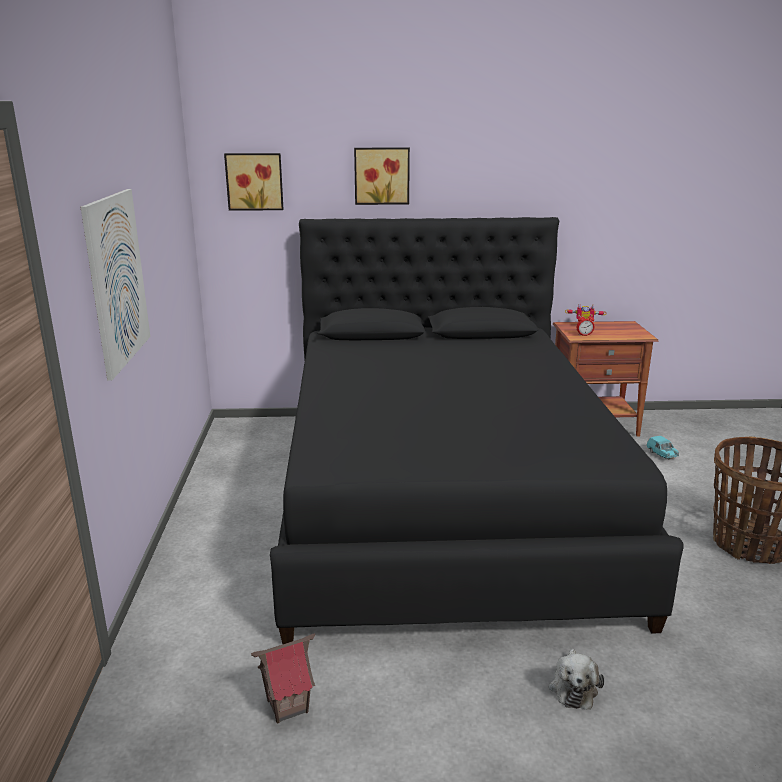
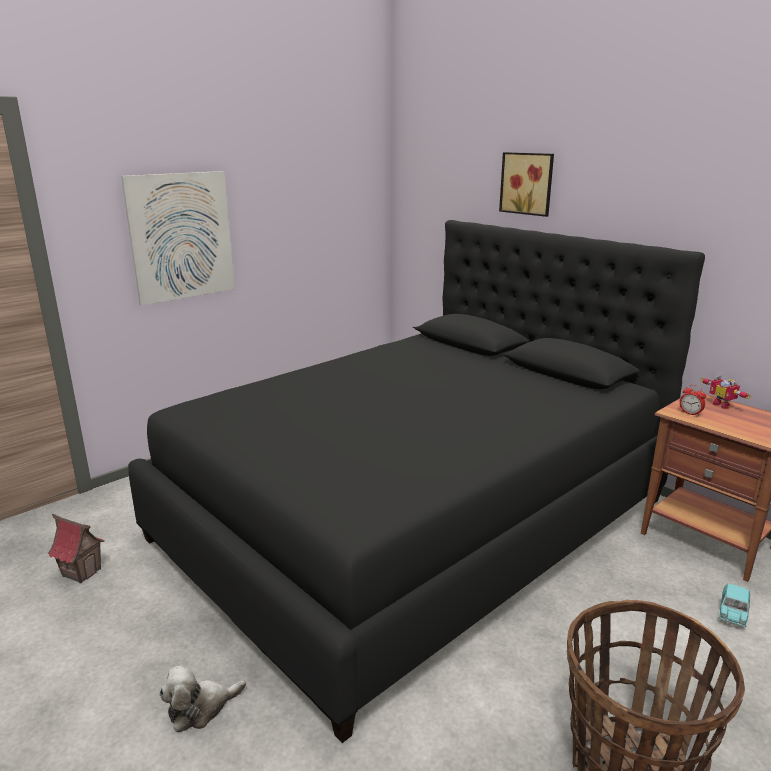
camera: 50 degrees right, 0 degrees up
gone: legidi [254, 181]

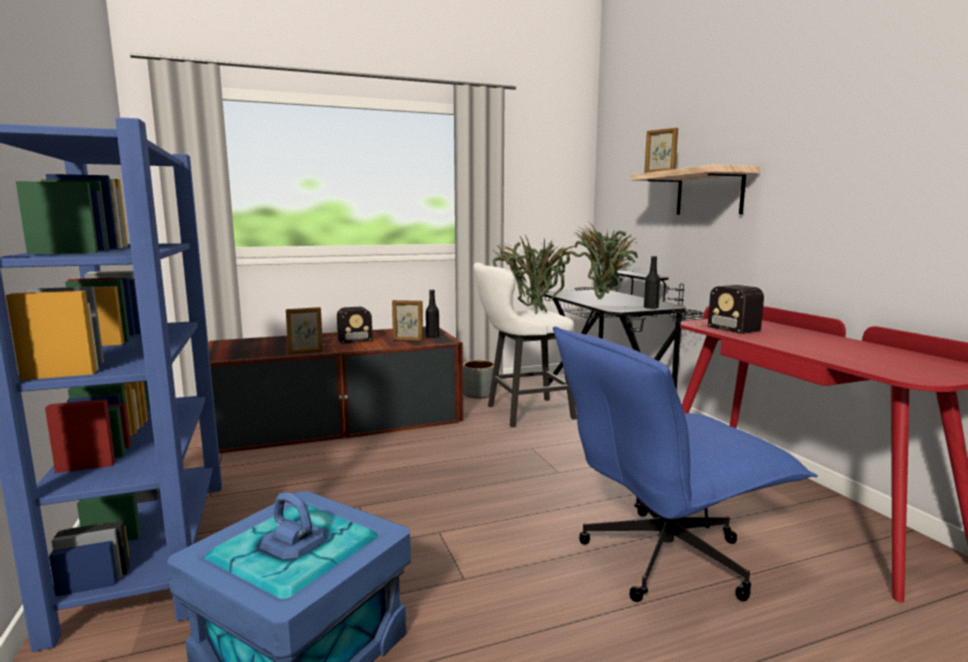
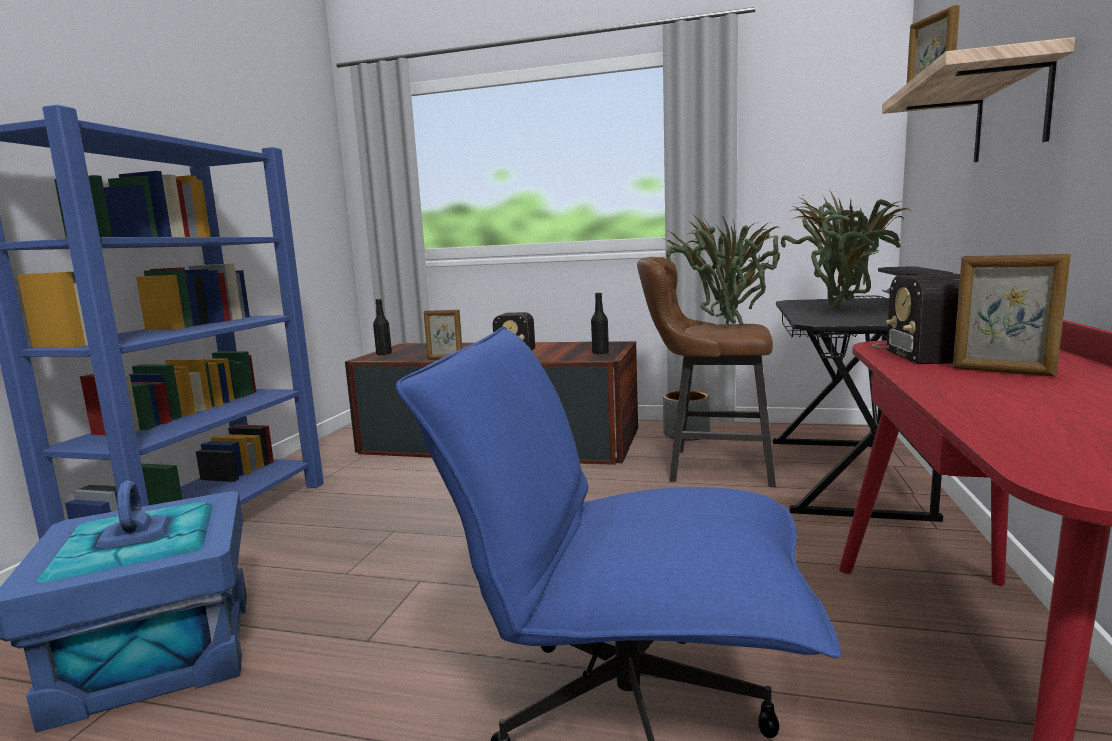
camera: 35 degrees right, 0 degrees up
shifted: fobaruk [407, 341] to [1002, 371]; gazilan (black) [651, 308] to [384, 354]
repainted: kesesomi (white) [520, 413] to kesesomi (brown) [705, 466]

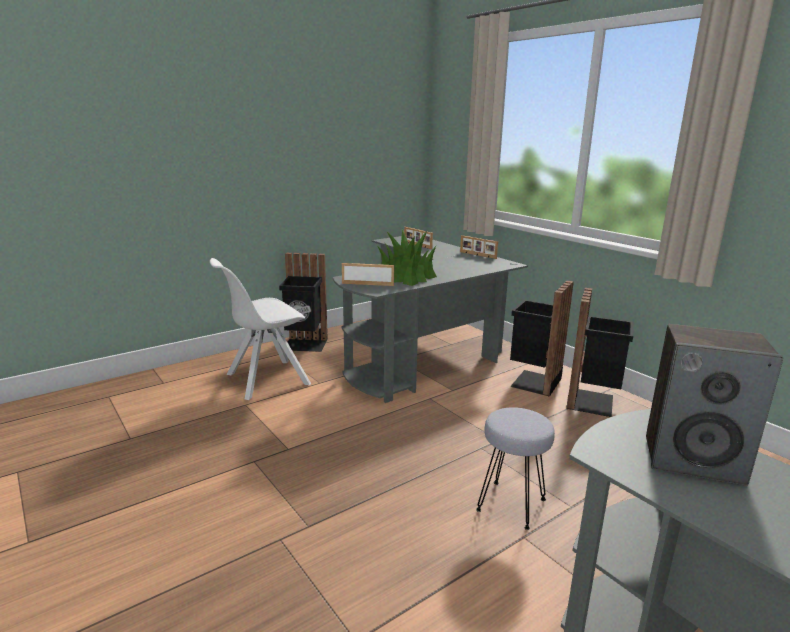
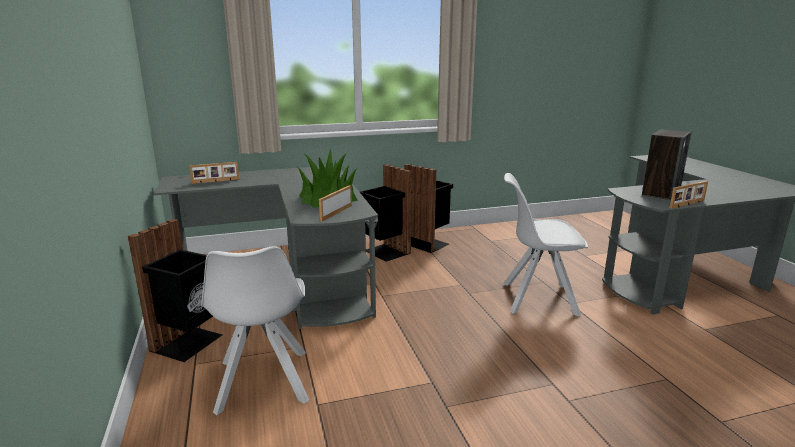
camera: 70 degrees left, 0 degrees up
shifted: fobaruk [477, 255] to [687, 204]
swapped: kesesomi (grey) [511, 504] to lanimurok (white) [537, 298]

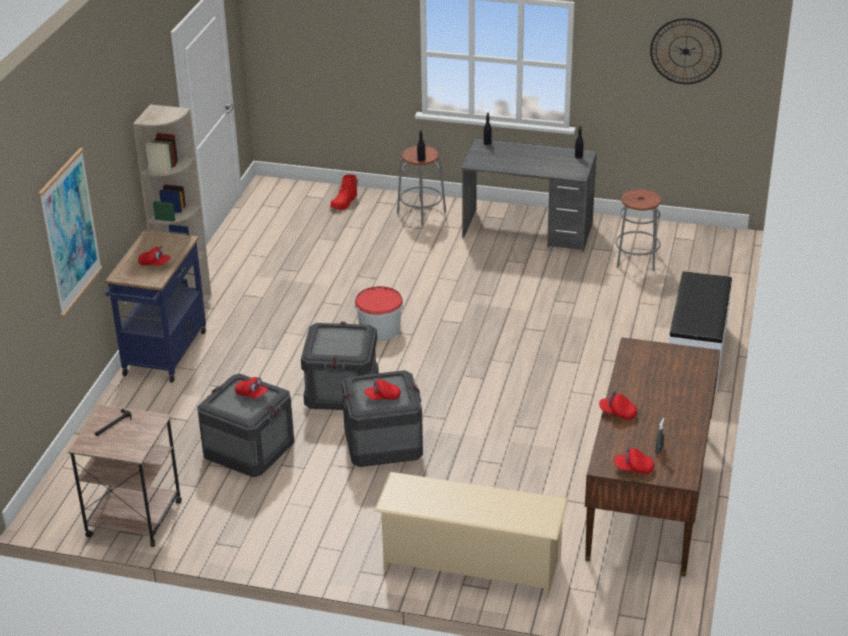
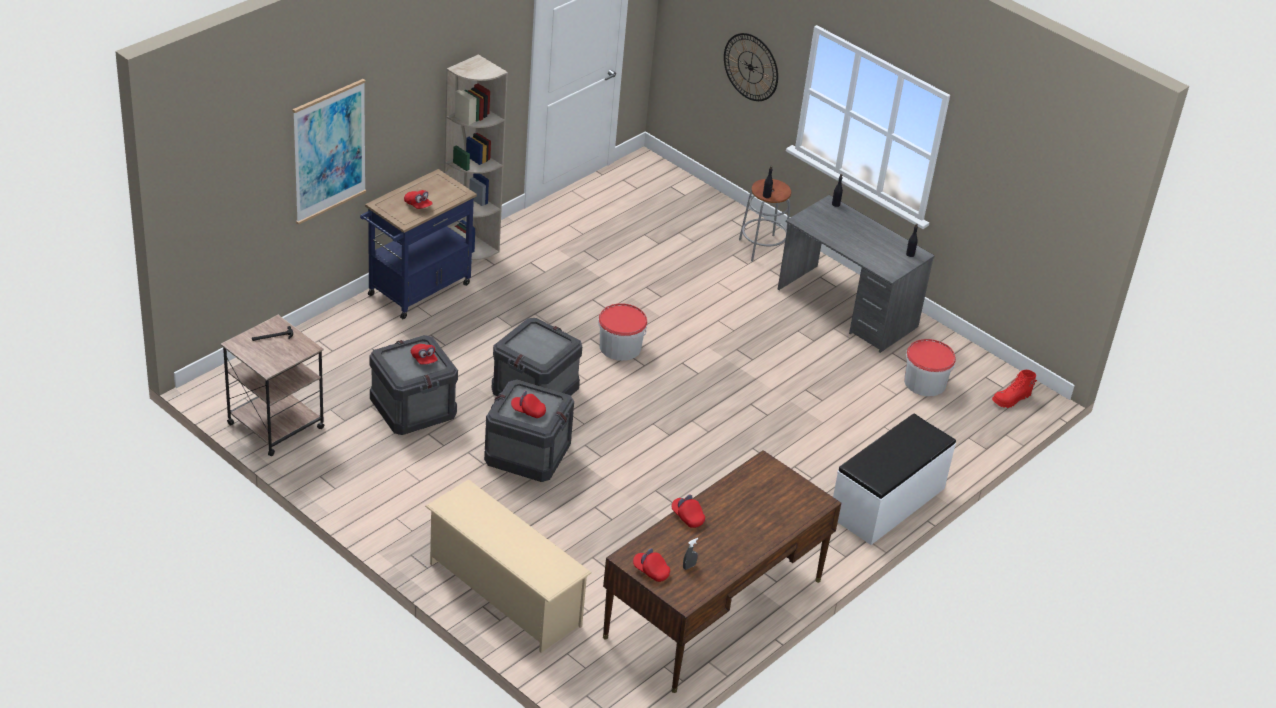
camera: 25 degrees right, 5 degrees up
shifted: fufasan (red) [344, 203] to [1011, 400]; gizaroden [685, 51] to [750, 67]
swapped: kesesomi (grey) [636, 259] to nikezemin [925, 382]

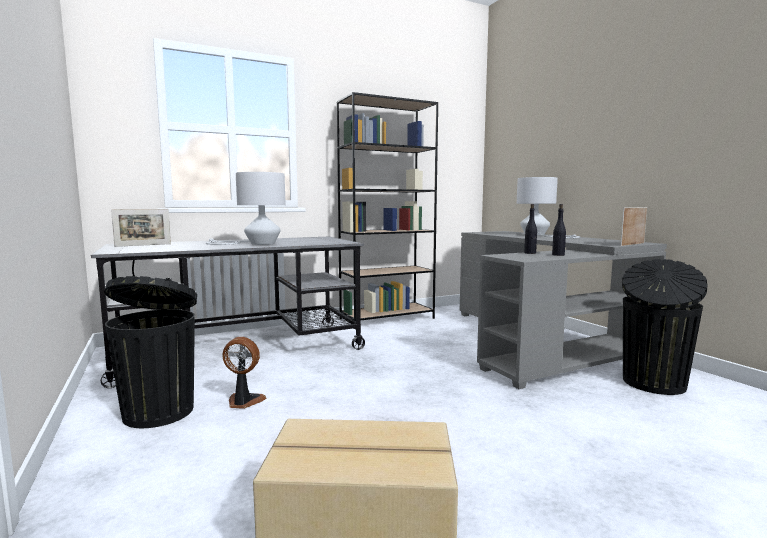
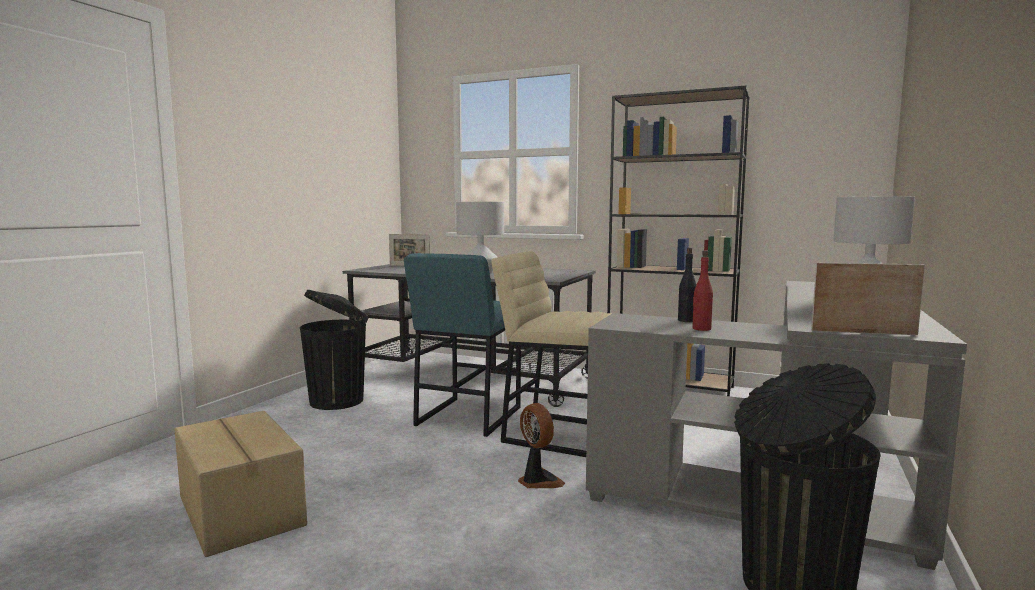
camera: 50 degrees right, 0 degrees up
new: kesesomi (blue) [467, 417]; kesesomi (beige) [557, 434]
shifted: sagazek [244, 402] to [538, 481]
repainted: gazilan (black) [558, 255] to gazilan (red) [701, 329]

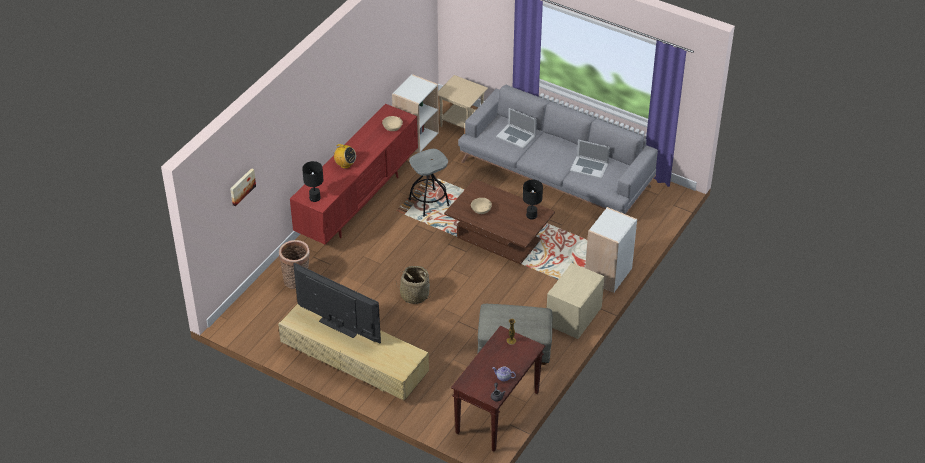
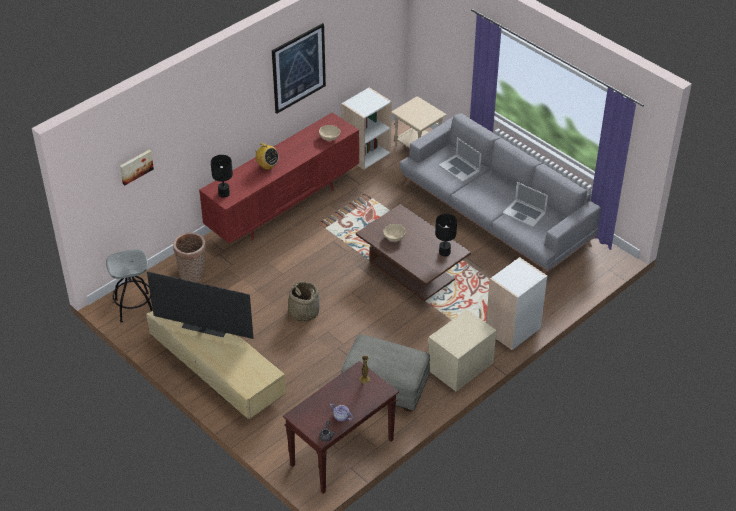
camera: 15 degrees right, 0 degrees up
new: legidi [298, 68]
shifted: kesesomi (grey) [429, 202] to [134, 307]
rotated: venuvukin [338, 327] = [204, 329] 150 degrees clockwise

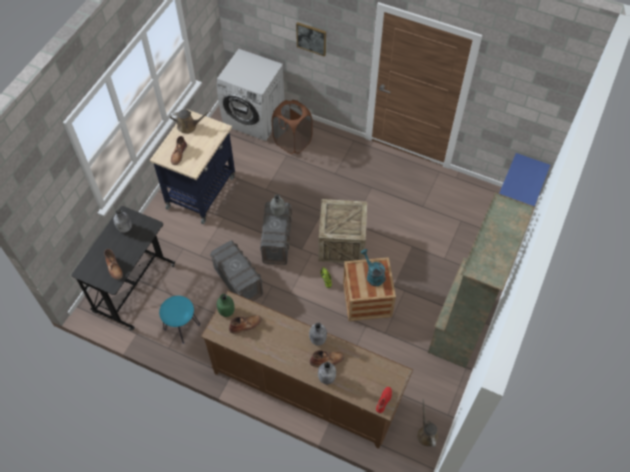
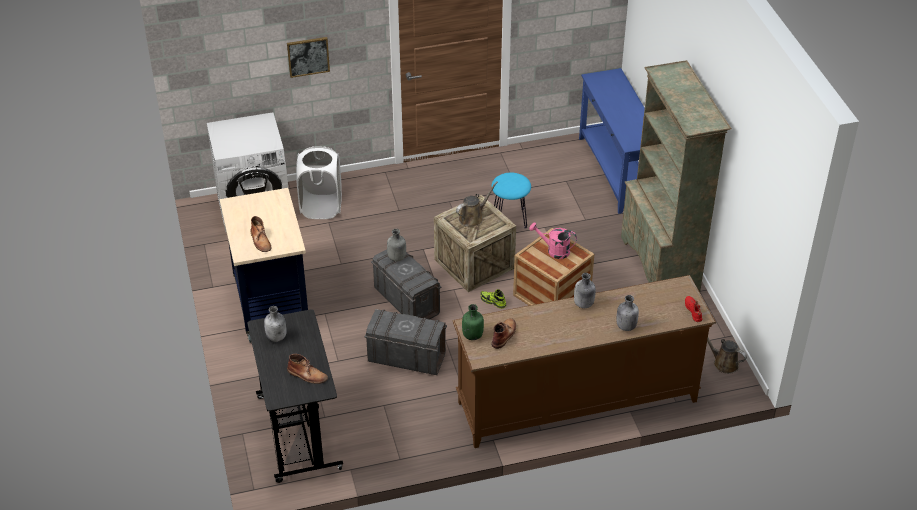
camera: 40 degrees left, 15 degrees down
gone: fufasan (brown) [327, 360]
shifted: kesesomi (turquoise) [182, 327] to [510, 219]; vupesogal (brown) [189, 126] to [473, 218]
repainted: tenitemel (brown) [292, 142] to tenitemel (white) [321, 207]; vupesogal (turquoise) [373, 275] to vupesogal (pink) [554, 250]

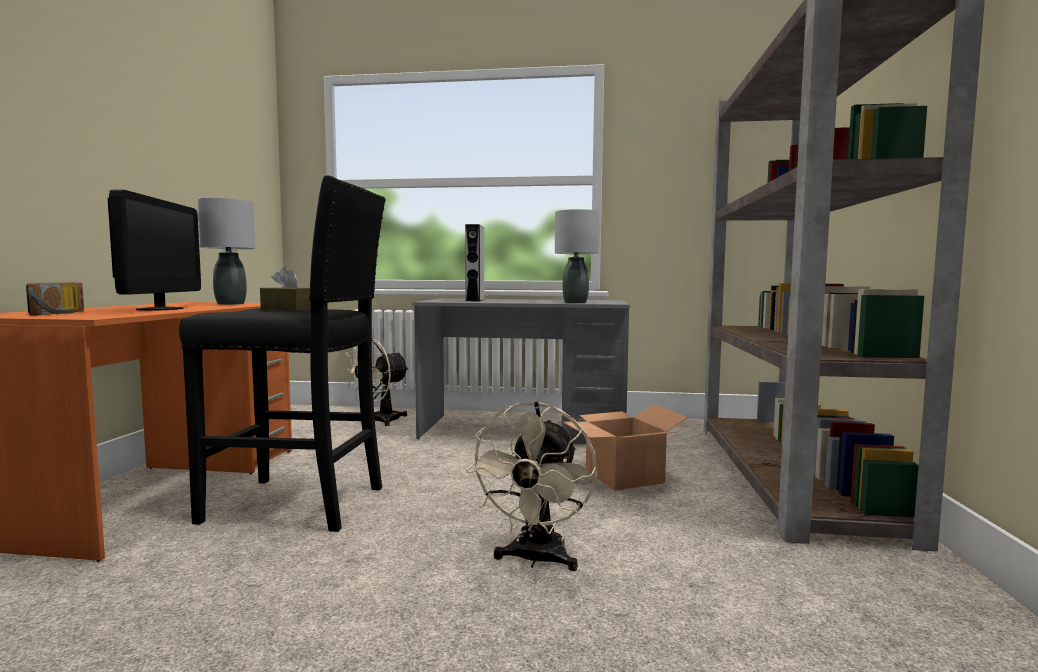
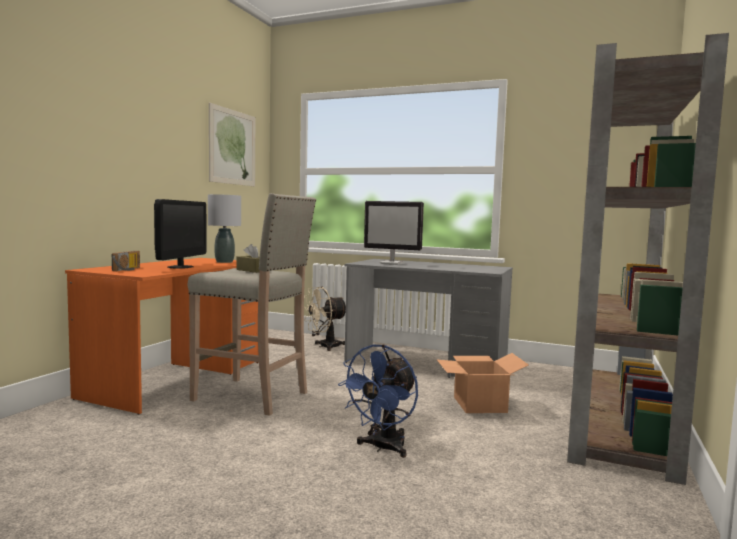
camera: 15 degrees right, 0 degrees up
gone: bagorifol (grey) [575, 302]
new: legidi [232, 147]
swapped: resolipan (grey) [475, 300] to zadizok [392, 263]
repainted: kesesomi (black) [299, 504] to kesesomi (beige) [252, 397]; sagazek (beige) [536, 560] to sagazek (blue) [382, 448]

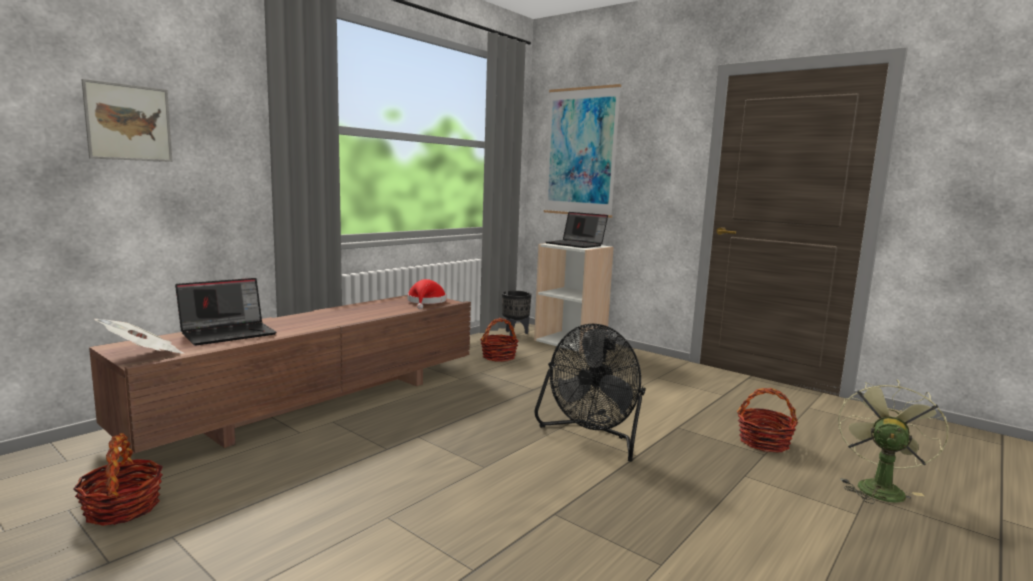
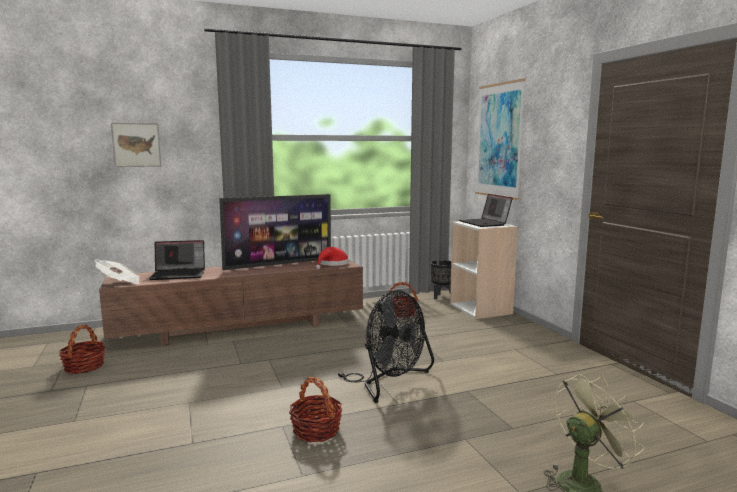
camera: 30 degrees right, 0 degrees up
new: venuvukin [279, 264]
shifted: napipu [764, 442] to [316, 430]
rotated: sagazek (black) [592, 434] = [387, 382] 120 degrees counterclockwise

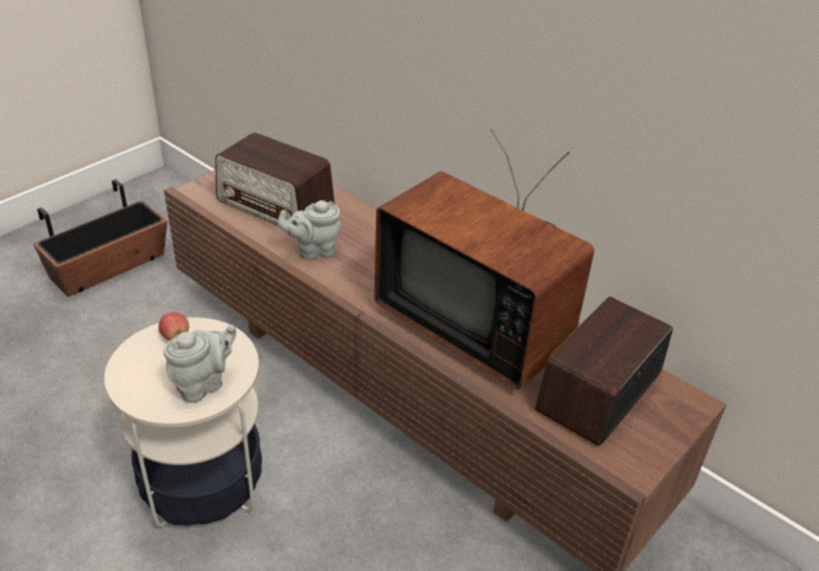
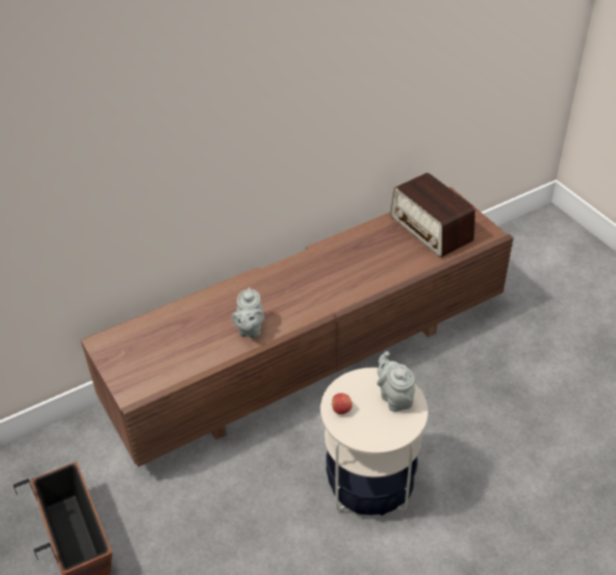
camera: 70 degrees left, 5 degrees up
gone: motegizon [276, 204]; venuvukin [478, 323]

